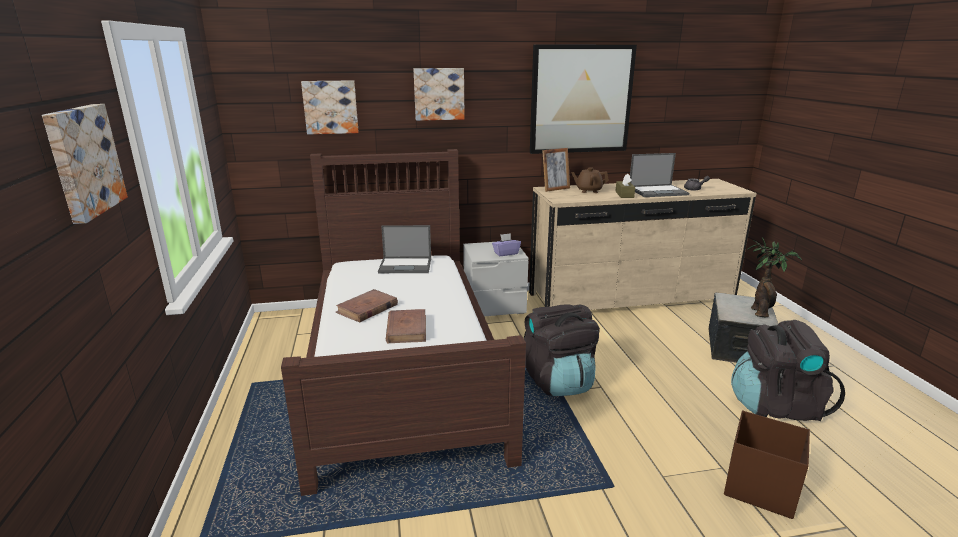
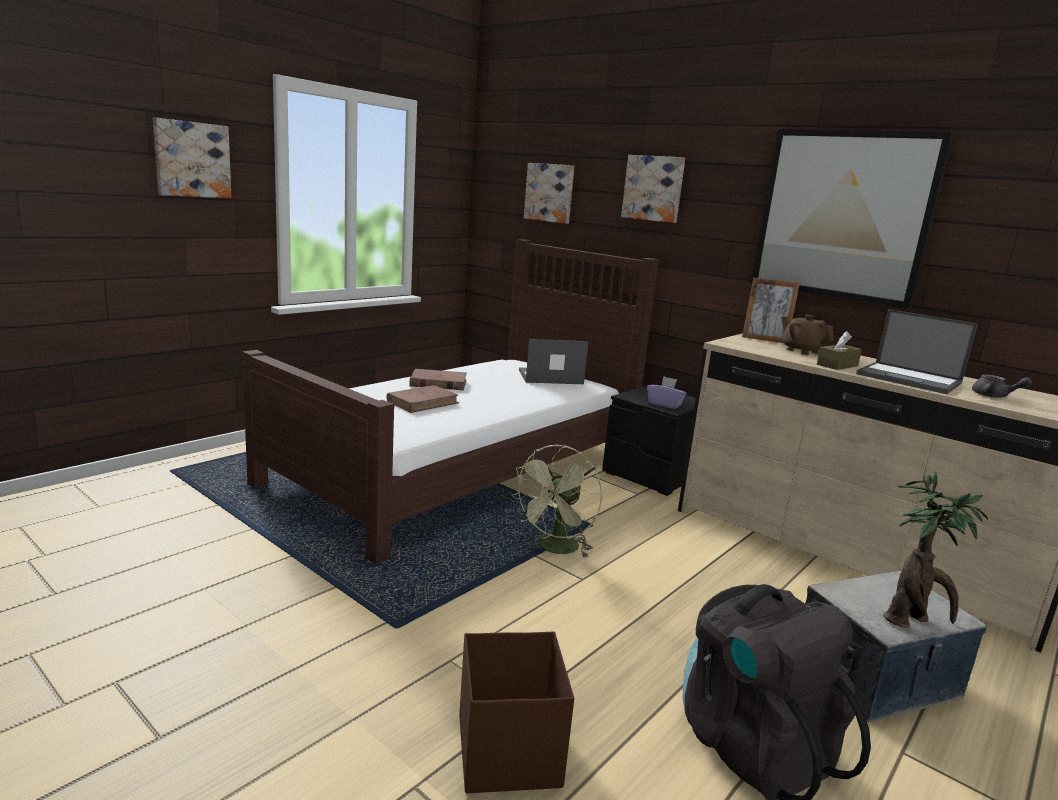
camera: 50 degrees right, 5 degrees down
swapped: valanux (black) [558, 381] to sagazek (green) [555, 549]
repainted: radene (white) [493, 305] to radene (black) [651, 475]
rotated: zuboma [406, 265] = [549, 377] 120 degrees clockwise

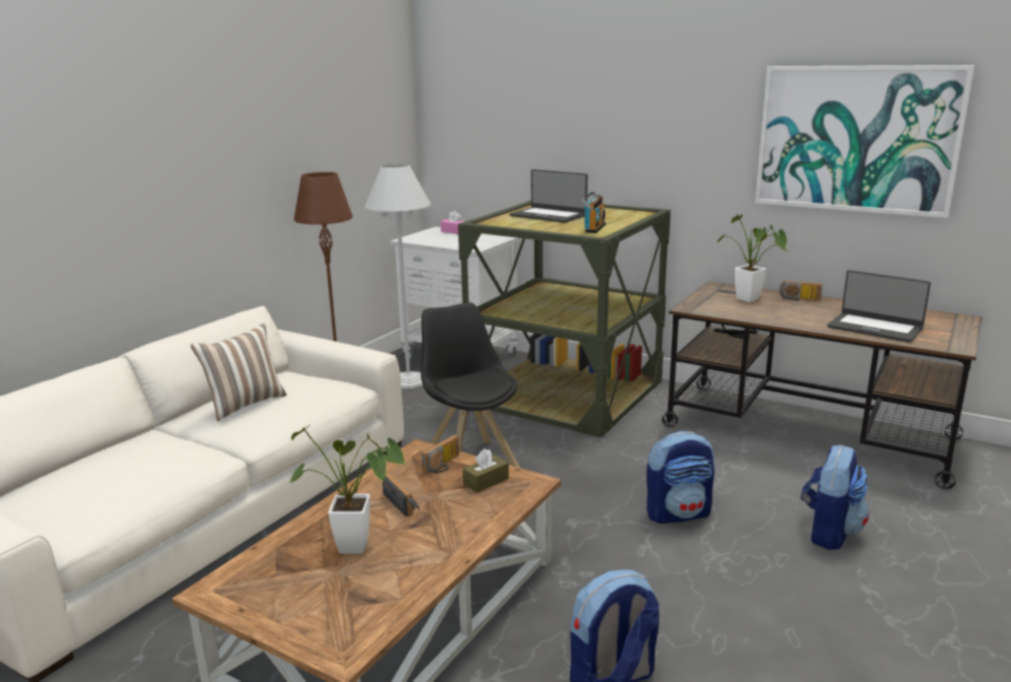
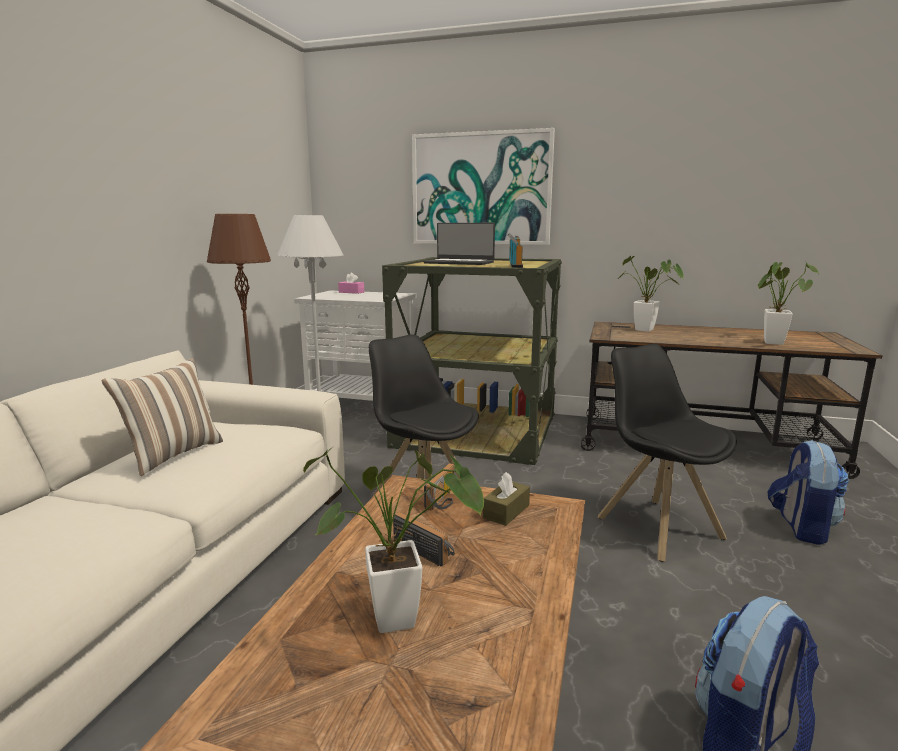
camera: 15 degrees left, 5 degrees down
gone: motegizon [799, 299]
shifted: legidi [856, 139] to [481, 189]
swapped: valanux [678, 513] to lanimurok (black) [658, 527]; zuboma [875, 328] to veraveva [773, 342]

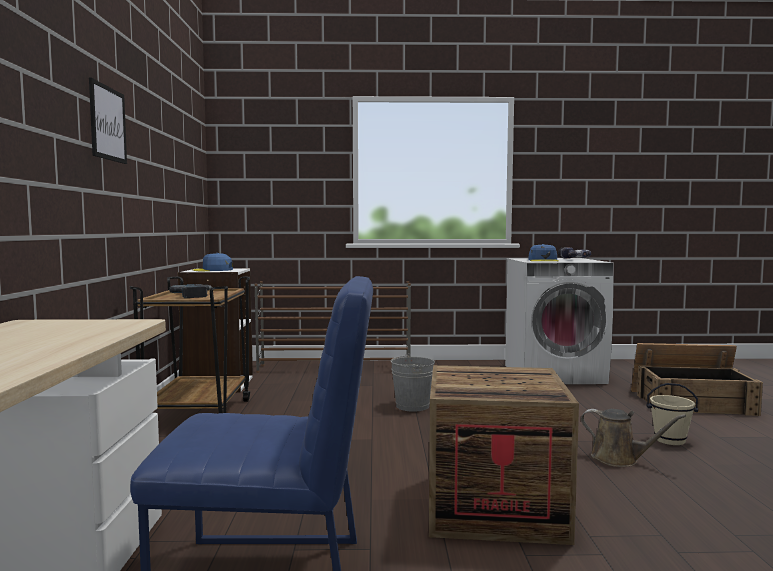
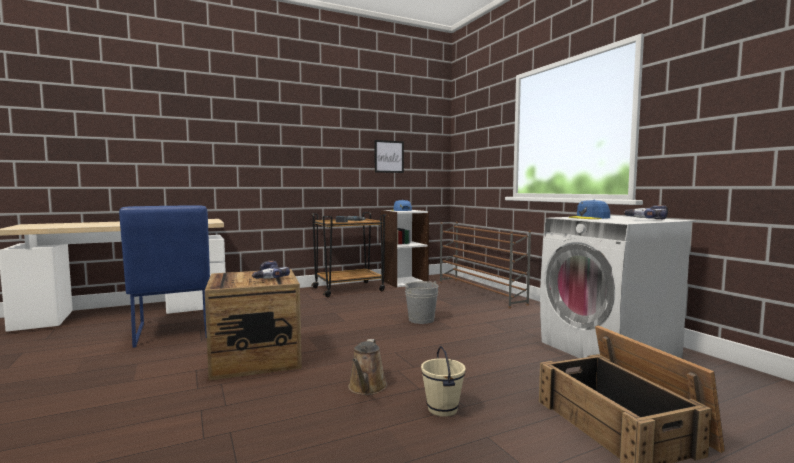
camera: 65 degrees right, 0 degrees up
new: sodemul [267, 277]
shifted: legidi [107, 123] to [389, 156]

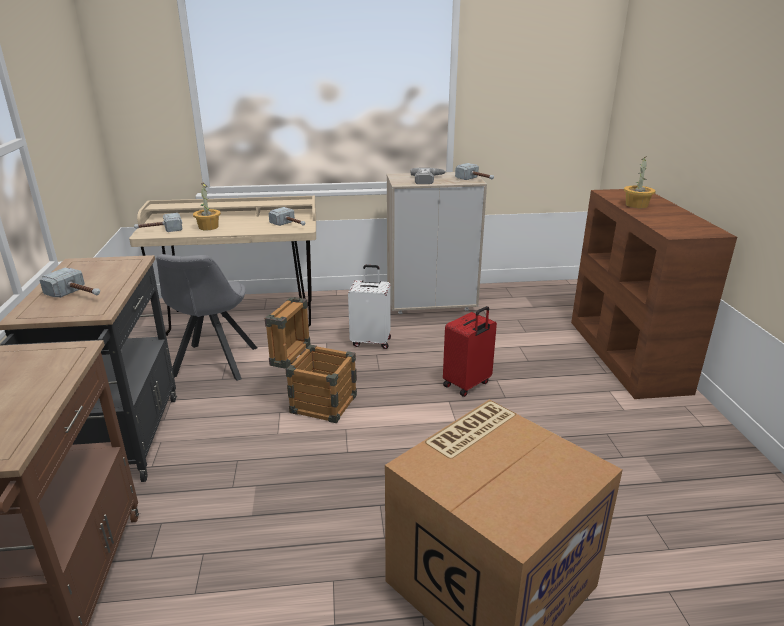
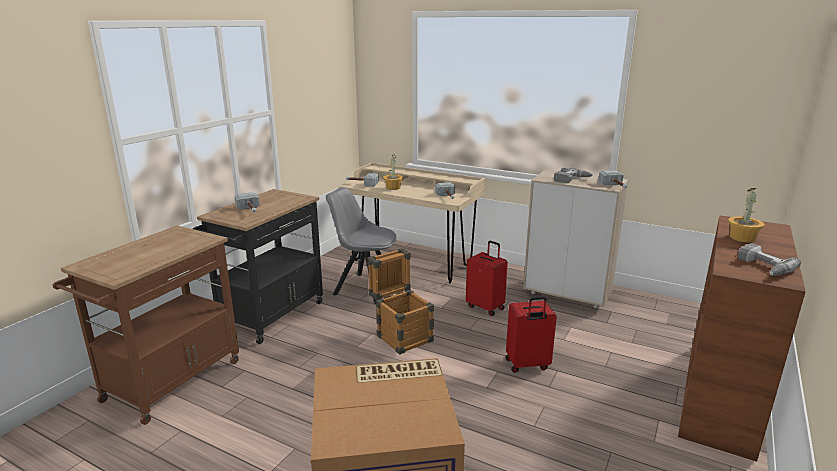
camera: 35 degrees right, 5 degrees down
new: sodemul [762, 267]
repainted: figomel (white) [371, 341] to figomel (red) [486, 307]
rotated: lanimurok (grey) [214, 363] = [365, 288] 75 degrees clockwise

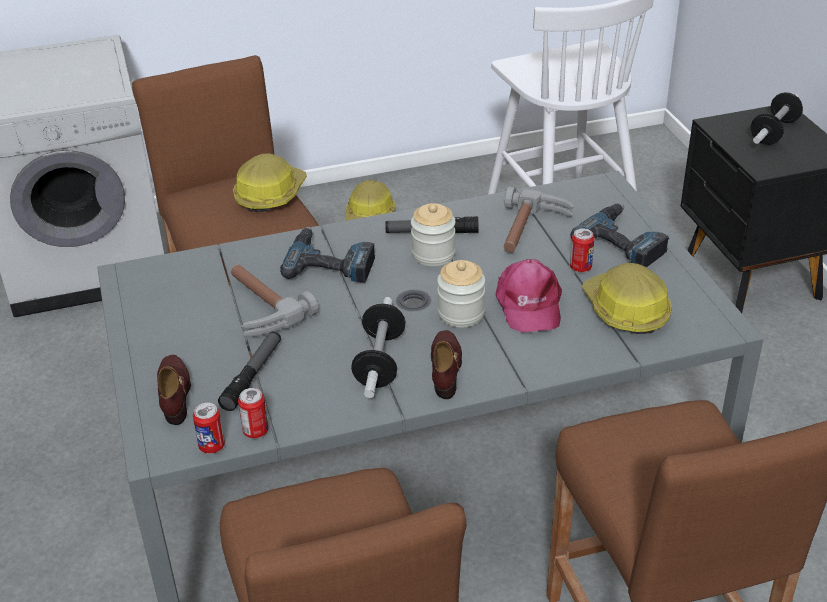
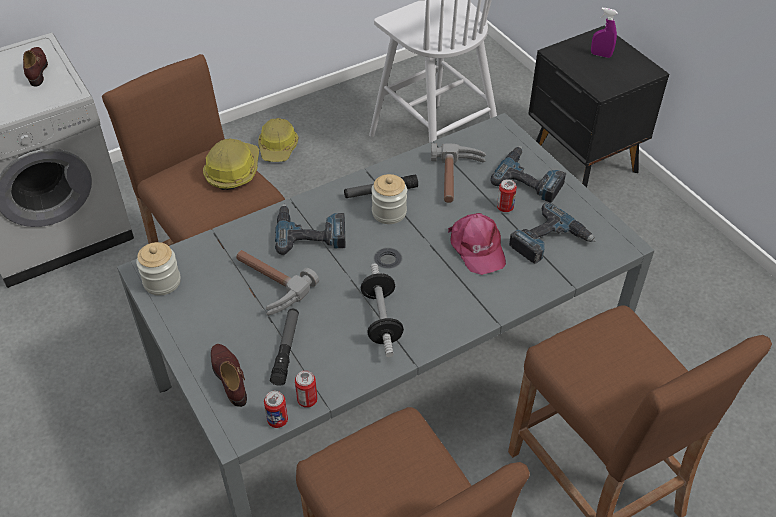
camera: 15 degrees left, 10 degrees up
shifted: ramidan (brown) [446, 368] to [37, 69]; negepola [461, 314] to [162, 282]
swapped: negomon [625, 311] to sodemul [549, 242]; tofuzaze [774, 132] to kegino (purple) [601, 55]

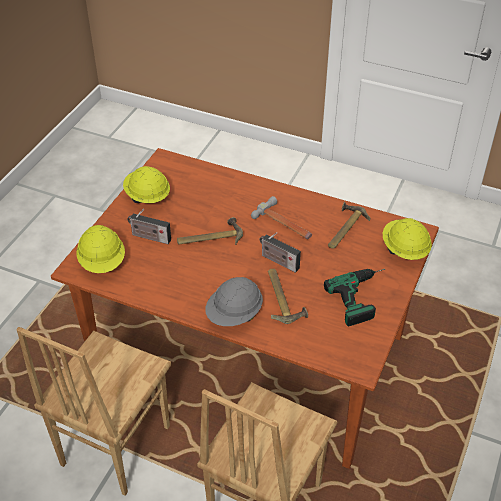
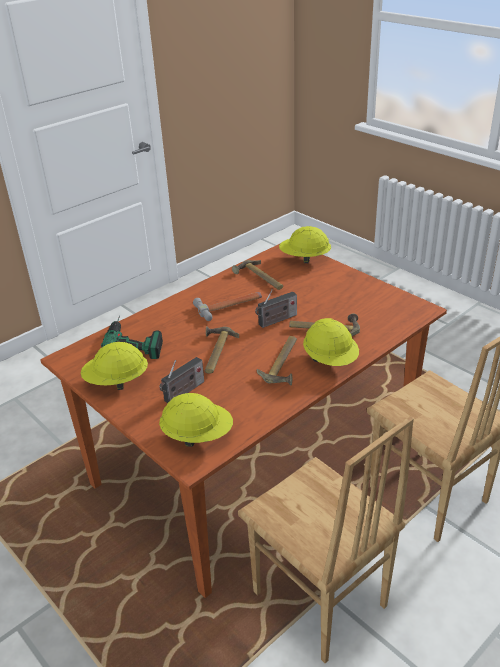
camera: 65 degrees left, 10 degrees down
new: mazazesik [284, 363]
shifted: sodemul [364, 297] to [135, 339]
repainted: negomon (grey) [234, 315] to negomon (yellow) [330, 360]

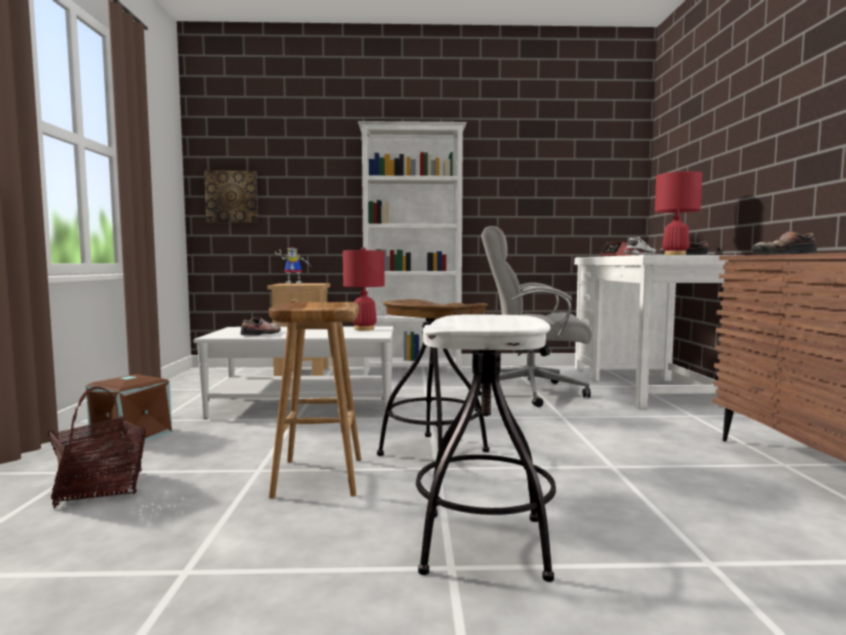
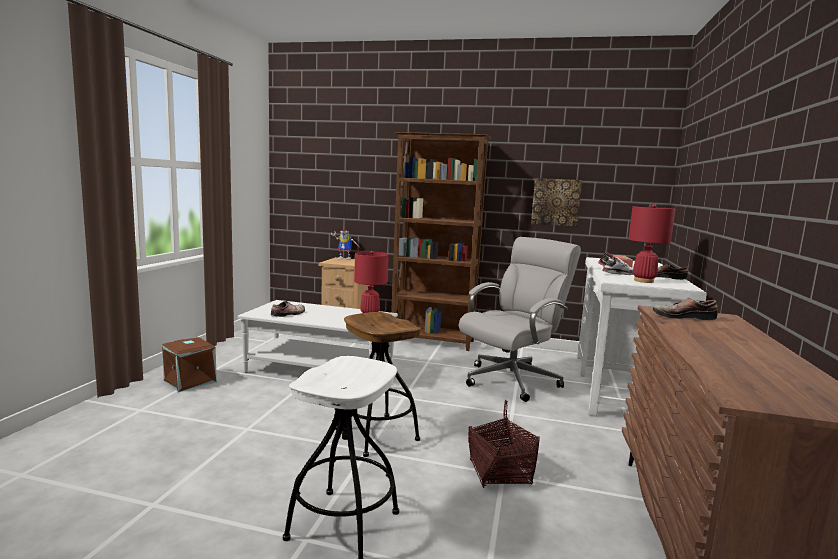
camera: 15 degrees right, 5 degrees up
gone: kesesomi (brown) [318, 476]
shifted: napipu [100, 489] to [500, 472]; legidi [232, 196] to [556, 202]
repainted: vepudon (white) [413, 371] to vepudon (brown) [433, 341]
rotated: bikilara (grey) [531, 392] = [510, 380] 120 degrees clockwise

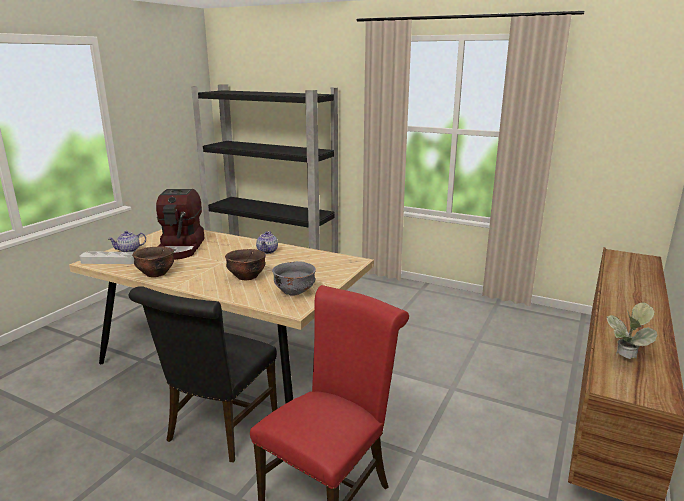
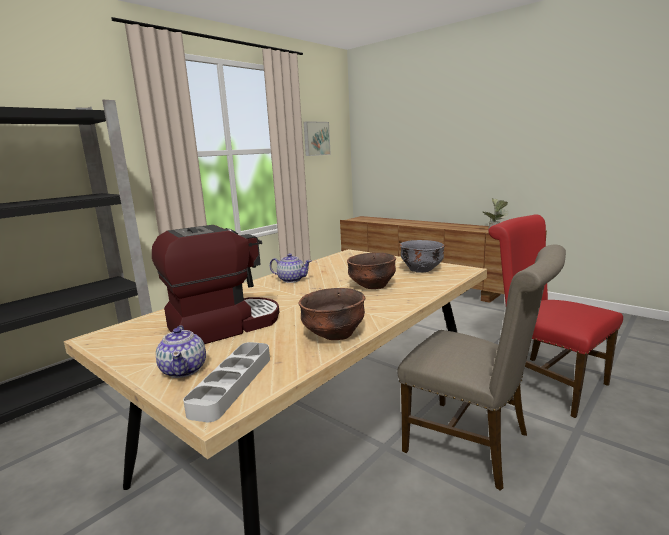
camera: 75 degrees left, 5 degrees down
new: legidi [316, 138]
repainted: lanimurok (black) [219, 430] to lanimurok (beige) [474, 444]
rotated: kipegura [181, 248] = [223, 325] 45 degrees counterclockwise

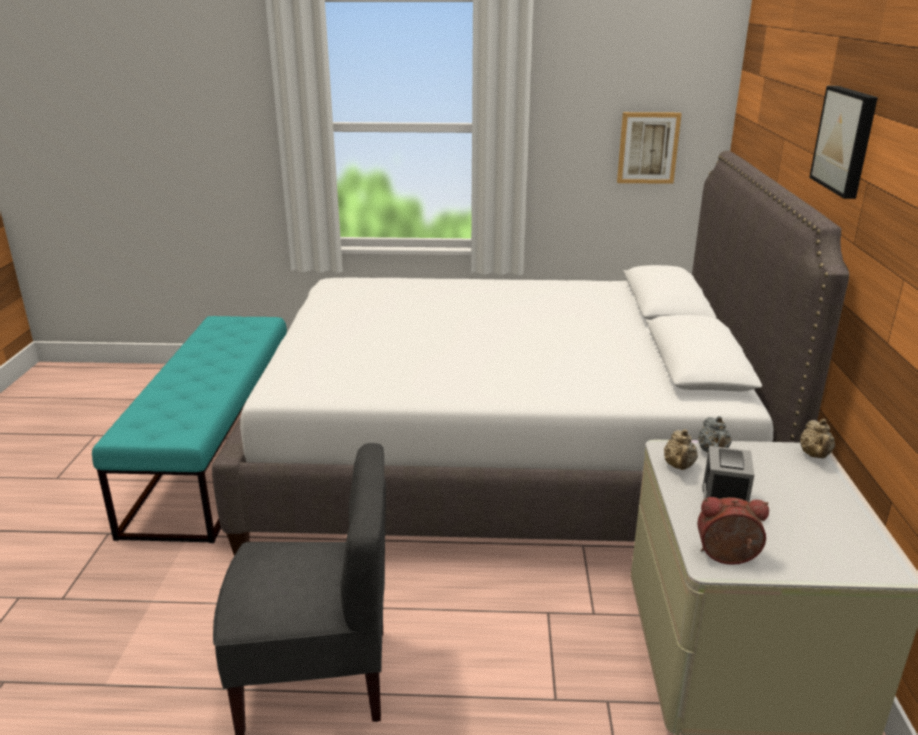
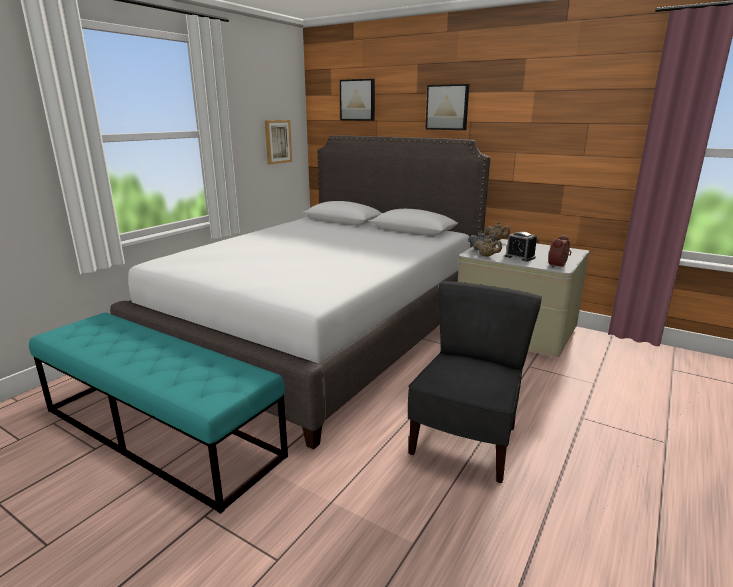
camera: 60 degrees left, 5 degrees down
new: legidi [358, 100]

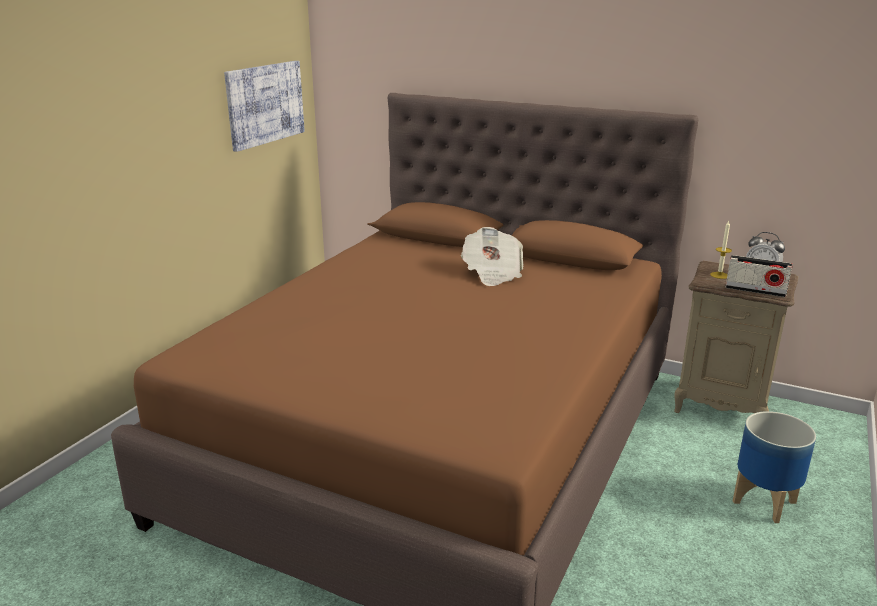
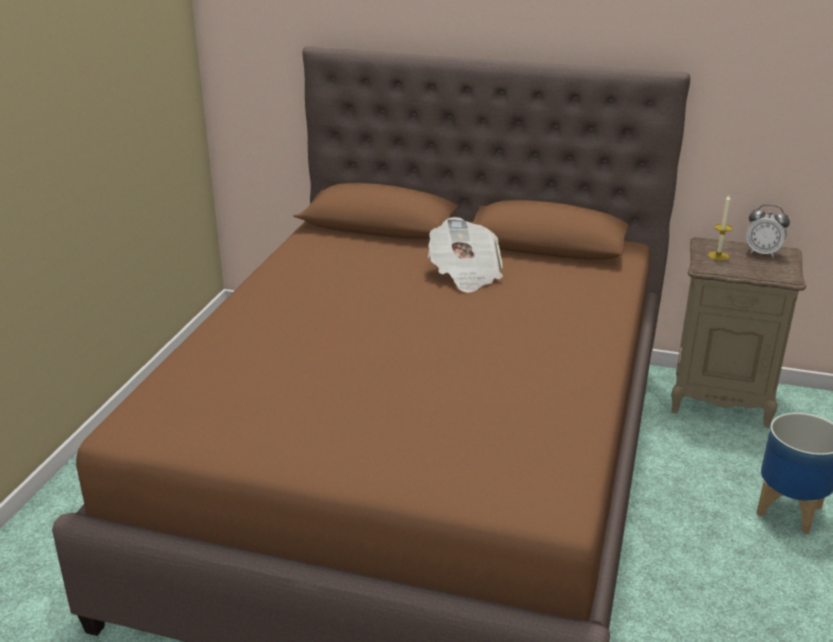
camera: 10 degrees left, 5 degrees up
gone: legidi [265, 104]; motegizon [755, 291]

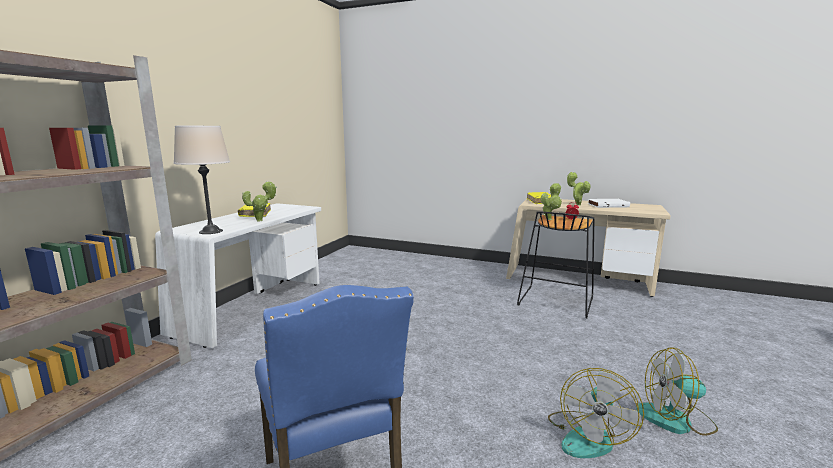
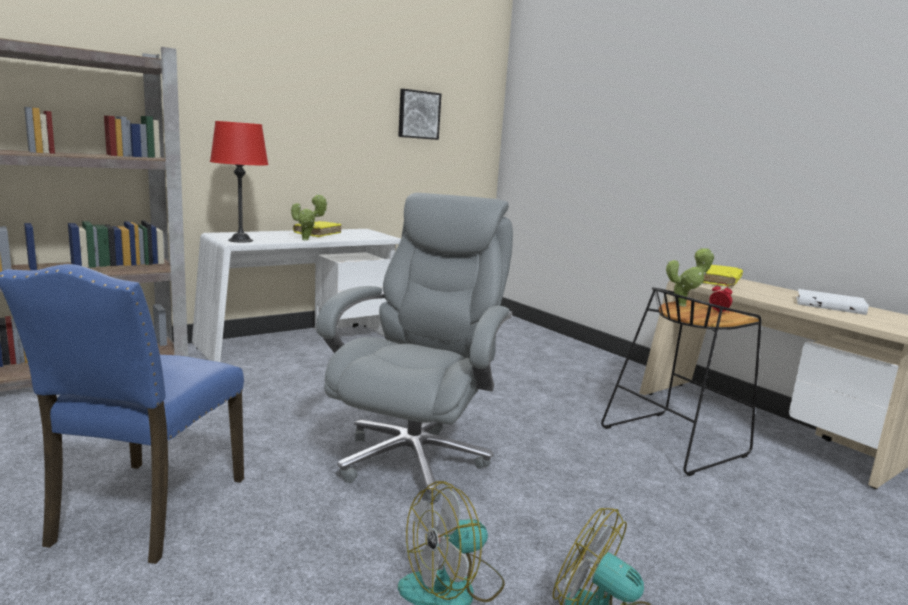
camera: 30 degrees right, 0 degrees up
gone: veraveva [577, 204]
new: bikilara (grey) [416, 458]; legidi [418, 114]
repainted: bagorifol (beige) [211, 231] to bagorifol (red) [240, 240]

